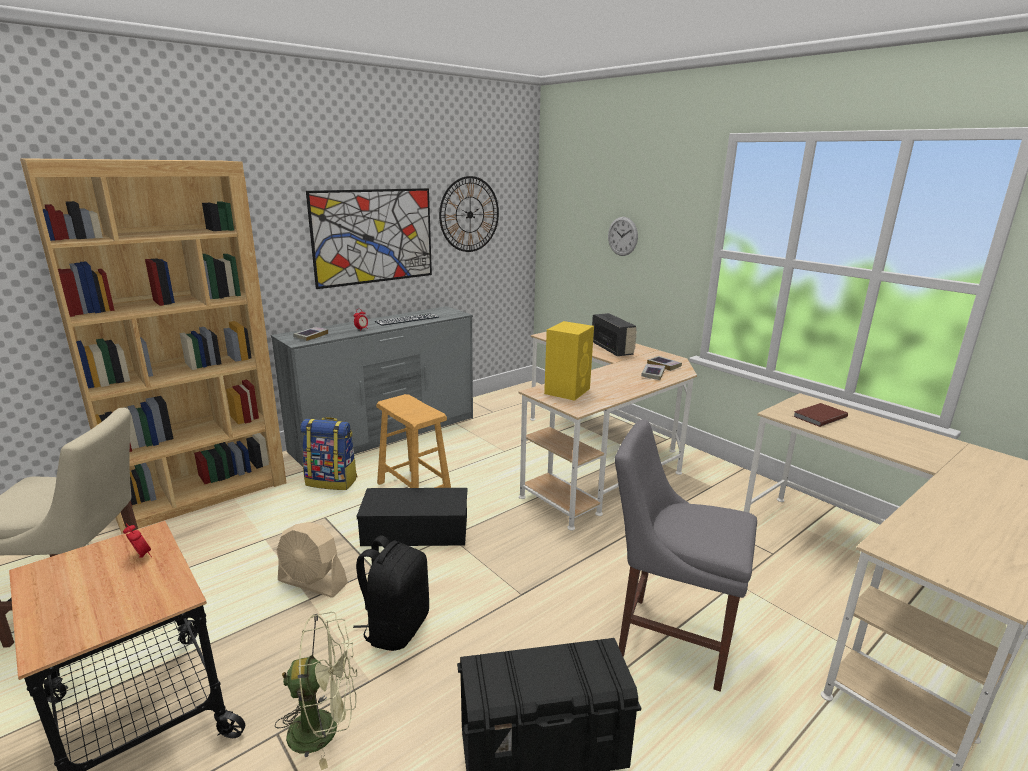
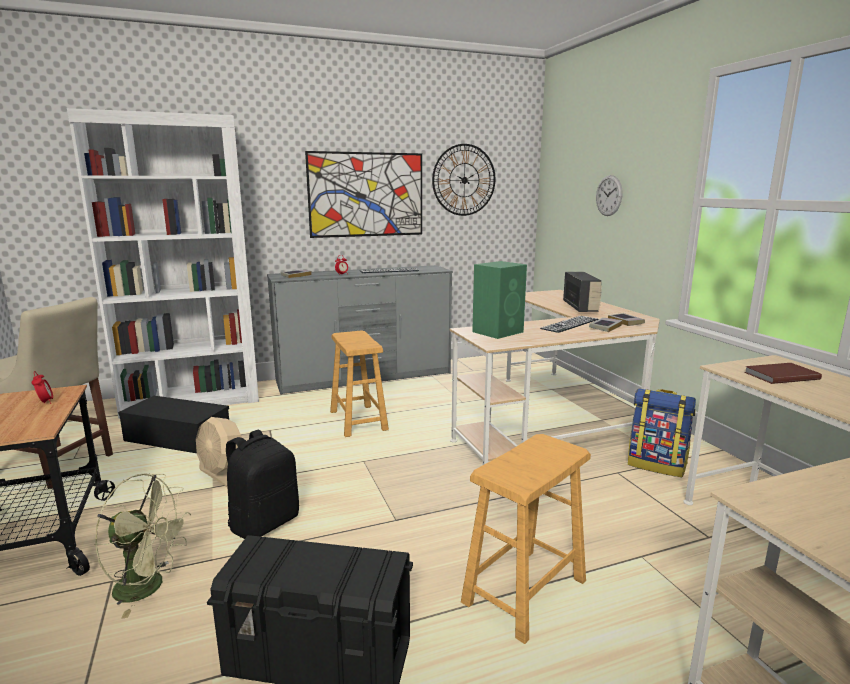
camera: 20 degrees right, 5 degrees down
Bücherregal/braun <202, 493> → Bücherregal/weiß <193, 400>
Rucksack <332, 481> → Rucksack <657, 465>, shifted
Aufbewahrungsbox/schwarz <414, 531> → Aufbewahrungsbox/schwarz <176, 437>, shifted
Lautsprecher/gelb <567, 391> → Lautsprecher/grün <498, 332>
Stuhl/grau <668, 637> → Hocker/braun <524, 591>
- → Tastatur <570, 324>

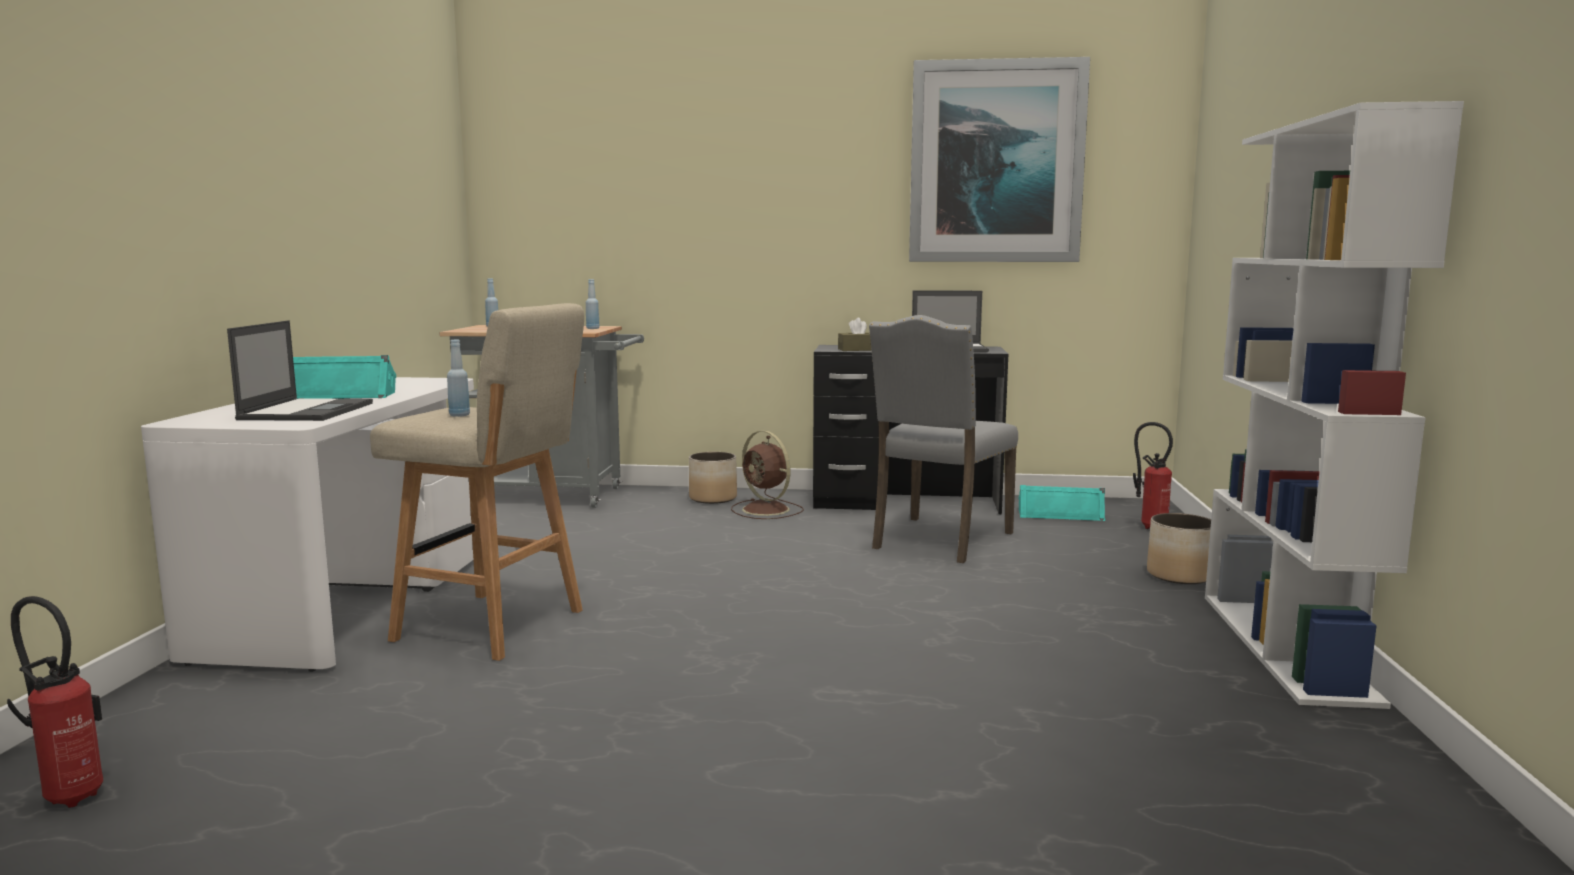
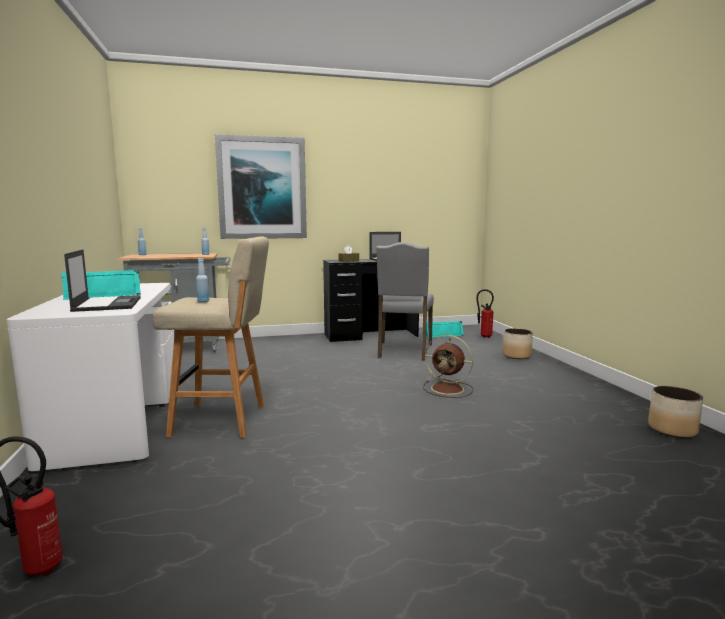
camera: 20 degrees left, 0 degrees up
Pflanzkübel <713, 498> → Pflanzkübel <672, 430>, shifted
Ventilator/braun <767, 510> → Ventilator/braun <449, 389>, shifted
Bild <995, 163> → Bild <262, 188>, shifted
Bücherregal/weiß <1287, 646> → -

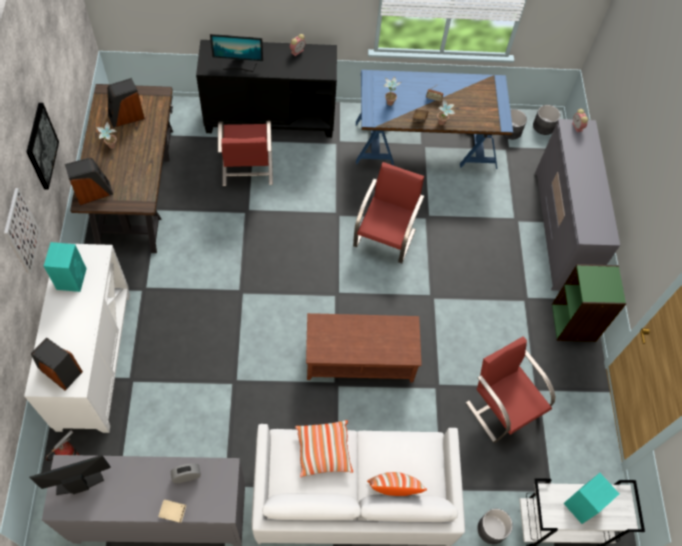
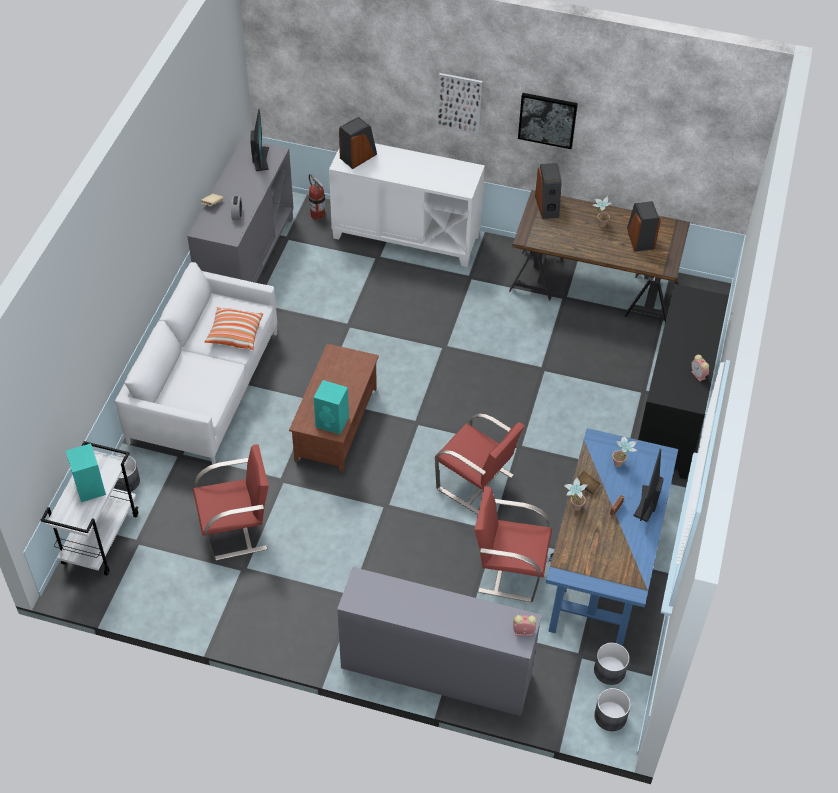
camera: 110 degrees right, 10 degrees down
Lautsprecher/türkis <71, 278> → Lautsprecher/türkis <333, 422>, shifted
Monitor <238, 65> → Monitor <647, 503>, shifted
Stuhl/rot <247, 169> → Stuhl/rot <509, 569>, shifted
Kissen <393, 489> → -
Bücherregal/grün <574, 322> → -

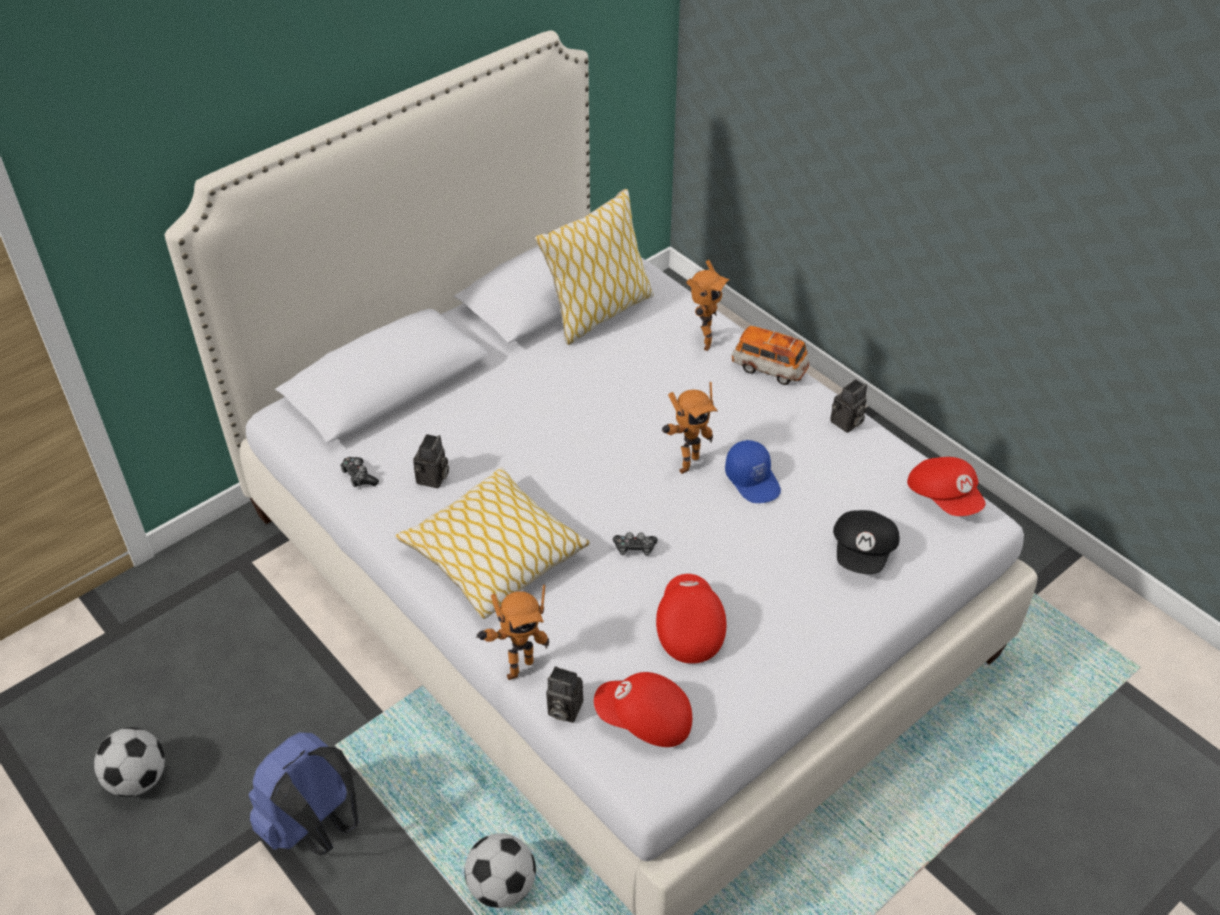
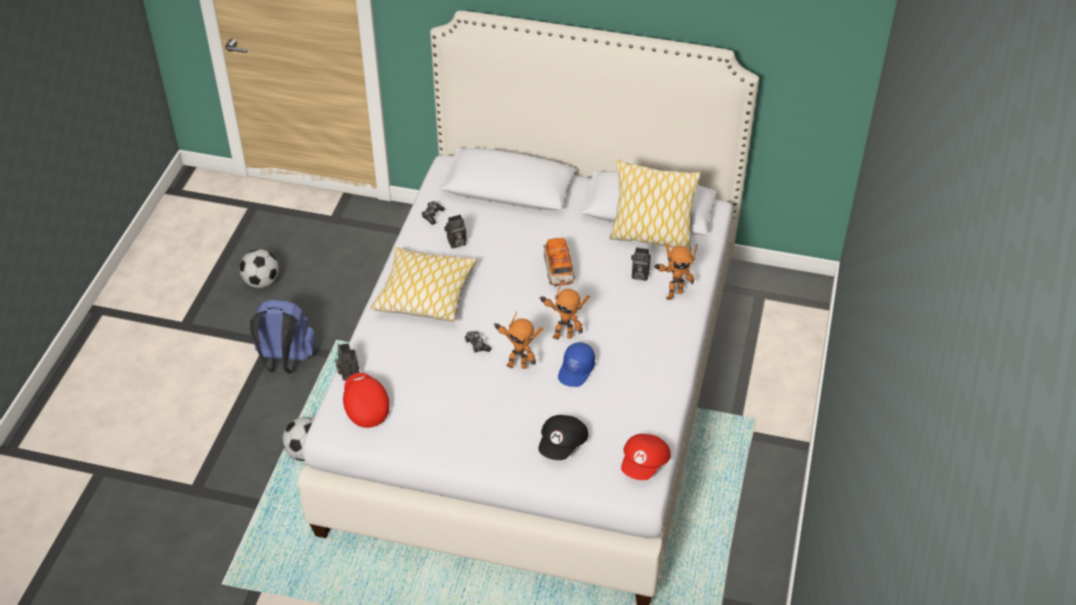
camera: 55 degrees right, 0 degrees up
Spielzeugroboter <517, 667> → Spielzeugroboter <517, 364>, shifted
Kappe/rot <688, 627> → -
Spielzeugauto <769, 368> → Spielzeugauto <558, 271>, shifted
Kamera <846, 423> → Kamera <639, 275>, shifted
Kappe/schwarz <863, 552> → Kappe/schwarz <563, 445>, 45 degrees counterclockwise

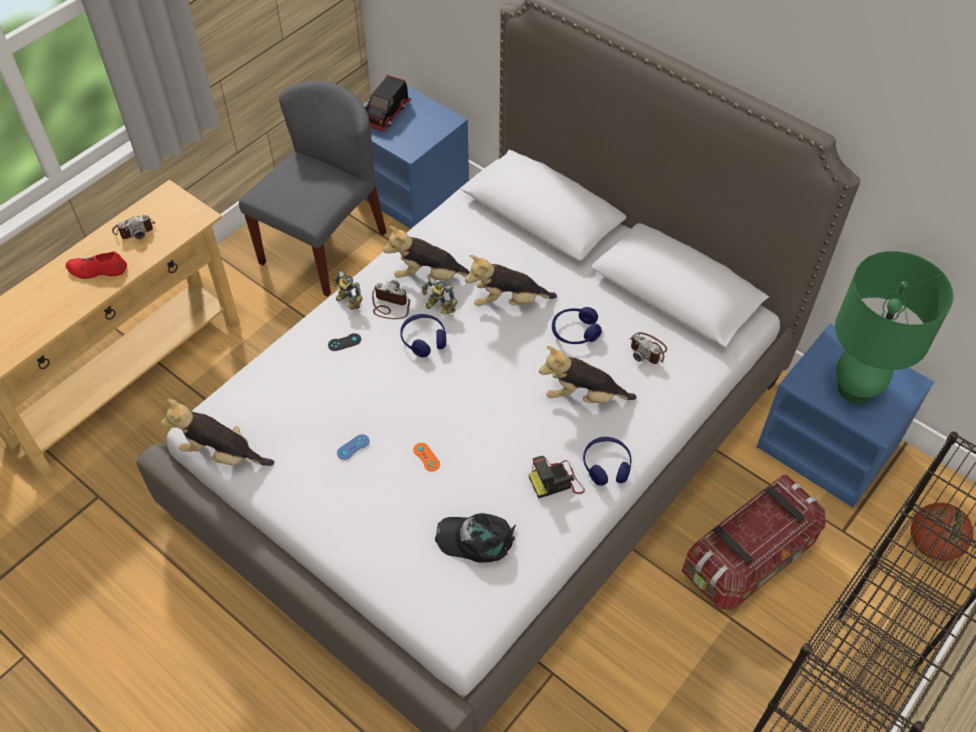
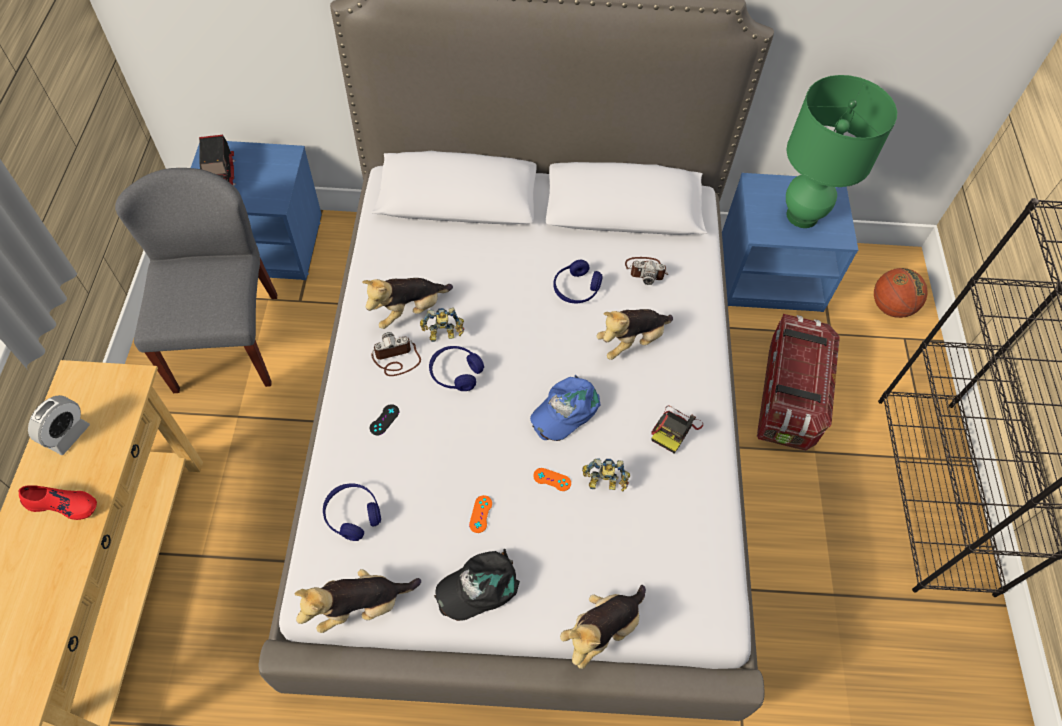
camera: 40 degrees left, 5 degrees up
Schuh/rot <97, 270> → Schuh/rot <63, 504>, 135 degrees counterclockwise
Kamera <134, 229> → Wecker <67, 435>
Spielzeugroboter <347, 302> → Spielzeugroboter <603, 484>, shifted
Gamepad/blau <353, 447> → Gamepad/orange <480, 514>
Kappe/schwarz <476, 539> → Kappe/schwarz <479, 586>, shifted
Plüschtier <508, 301> → Plüschtier <601, 630>, shifted
Kopfhörer/blau <606, 465> → Kopfhörer/blau <353, 514>, shifted
- → Kappe/blau <565, 410>

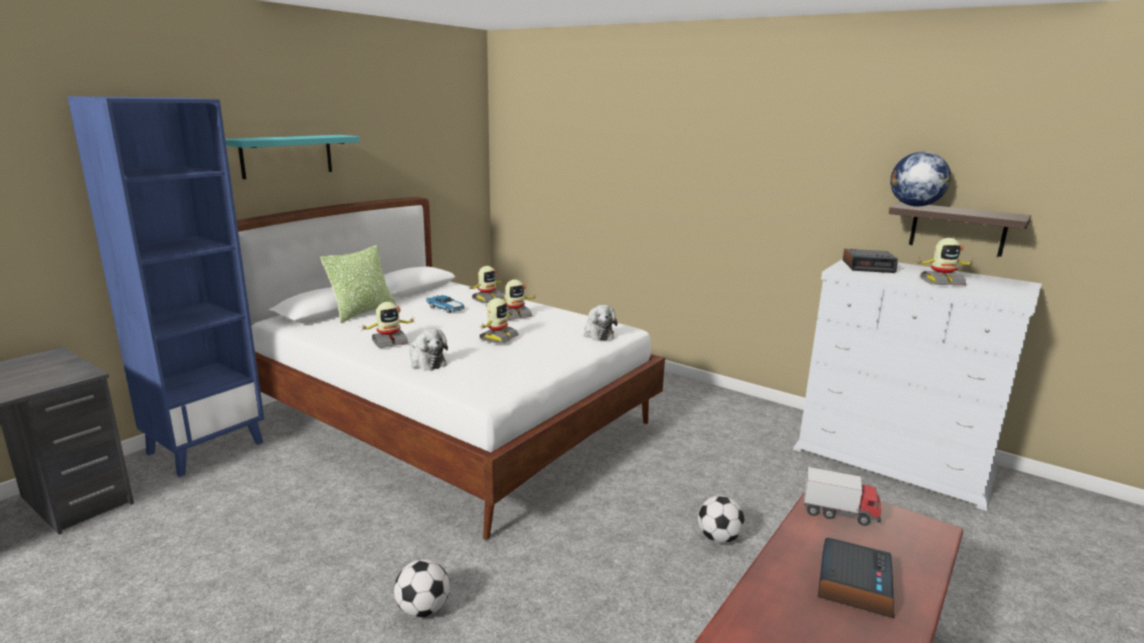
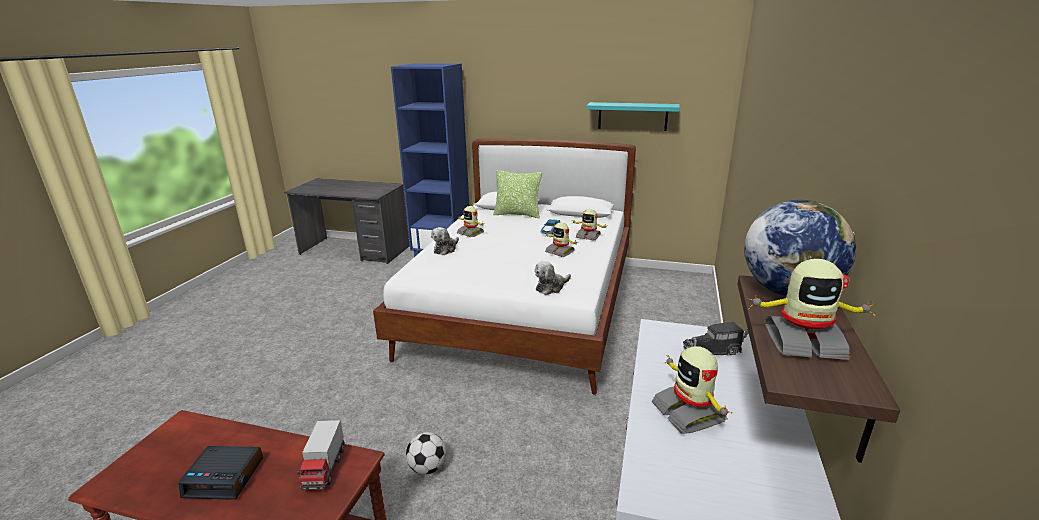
camera: 70 degrees right, 5 degrees up
Wandregal/türkis <287, 156> → Wandregal/türkis <632, 116>, shifted
Fußball <423, 609> → -
Spielzeugroboter <498, 337> → Spielzeugroboter <802, 341>, shifted
Wecker <868, 267> → Spielzeuglaster <714, 350>

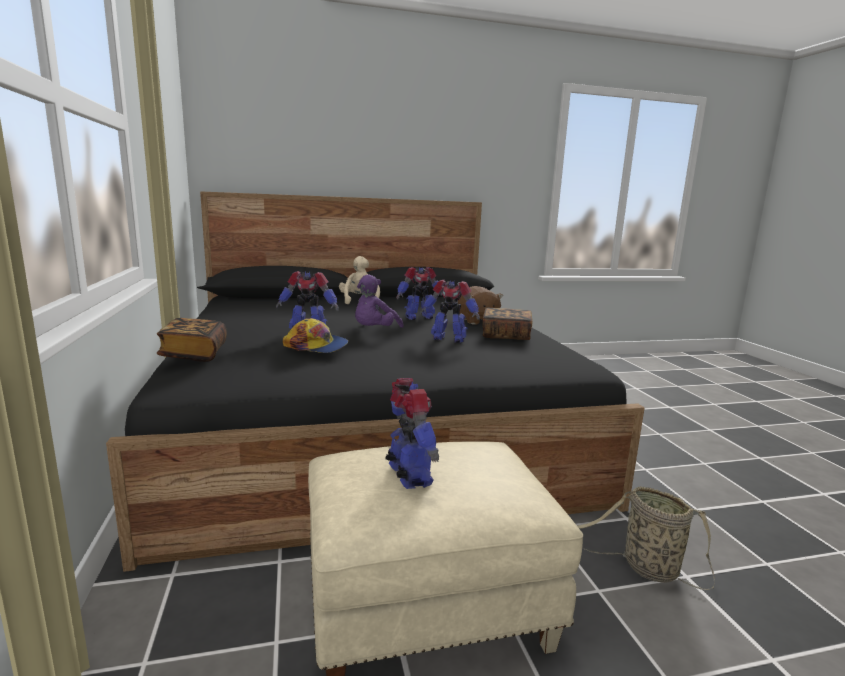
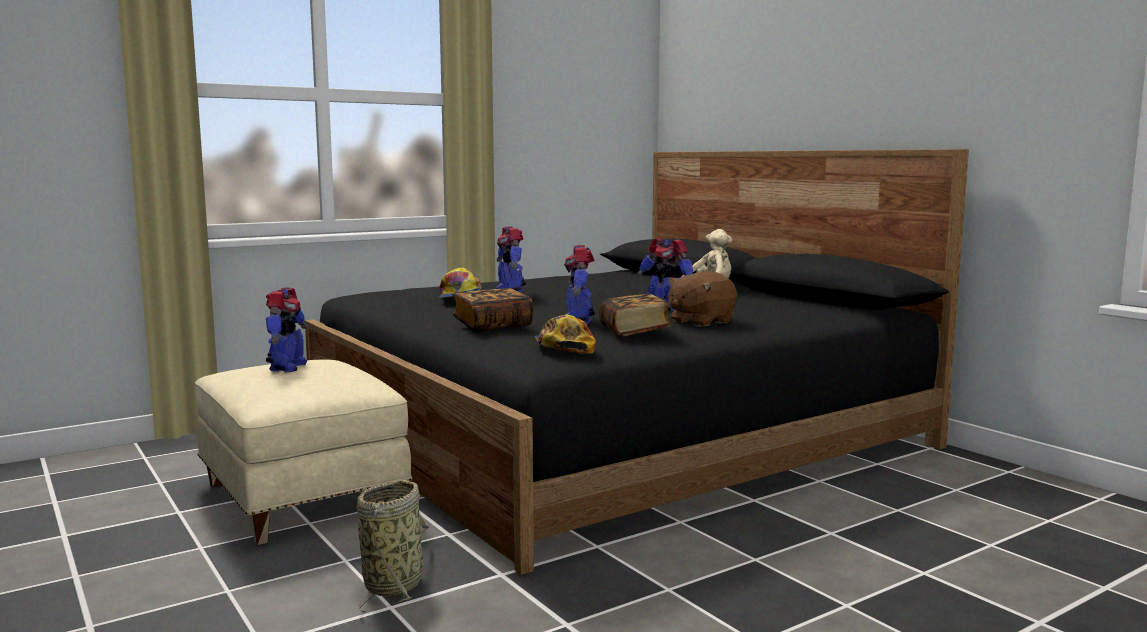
camera: 70 degrees right, 5 degrees down
Buch <194, 354> → Buch <492, 326>, shifted
Plüschtier/lila <374, 331> → -
Spielzeugroboter <408, 476> → Spielzeugroboter <286, 367>, 45 degrees counterclockwise
- → Kappe <564, 348>

